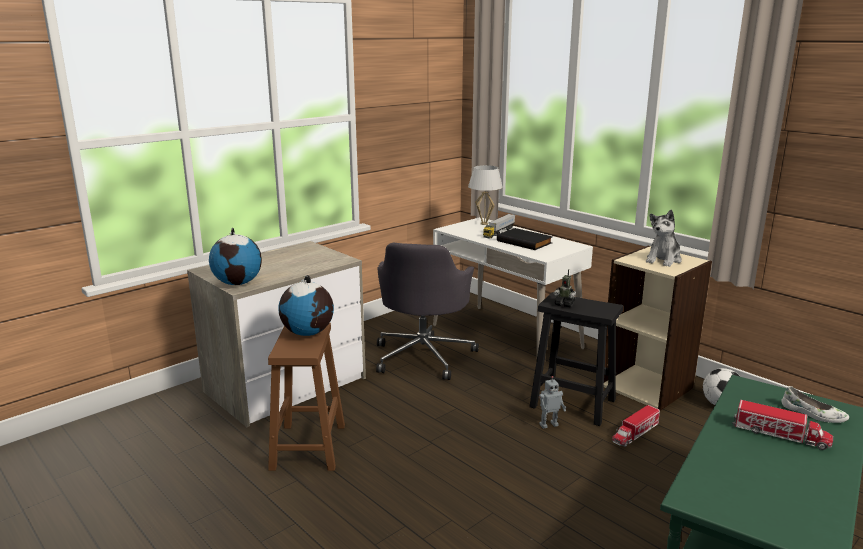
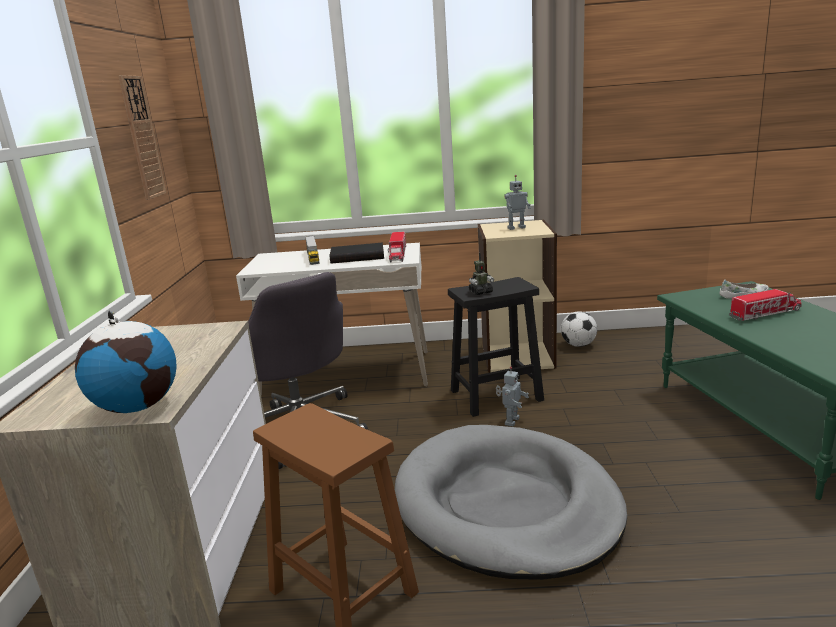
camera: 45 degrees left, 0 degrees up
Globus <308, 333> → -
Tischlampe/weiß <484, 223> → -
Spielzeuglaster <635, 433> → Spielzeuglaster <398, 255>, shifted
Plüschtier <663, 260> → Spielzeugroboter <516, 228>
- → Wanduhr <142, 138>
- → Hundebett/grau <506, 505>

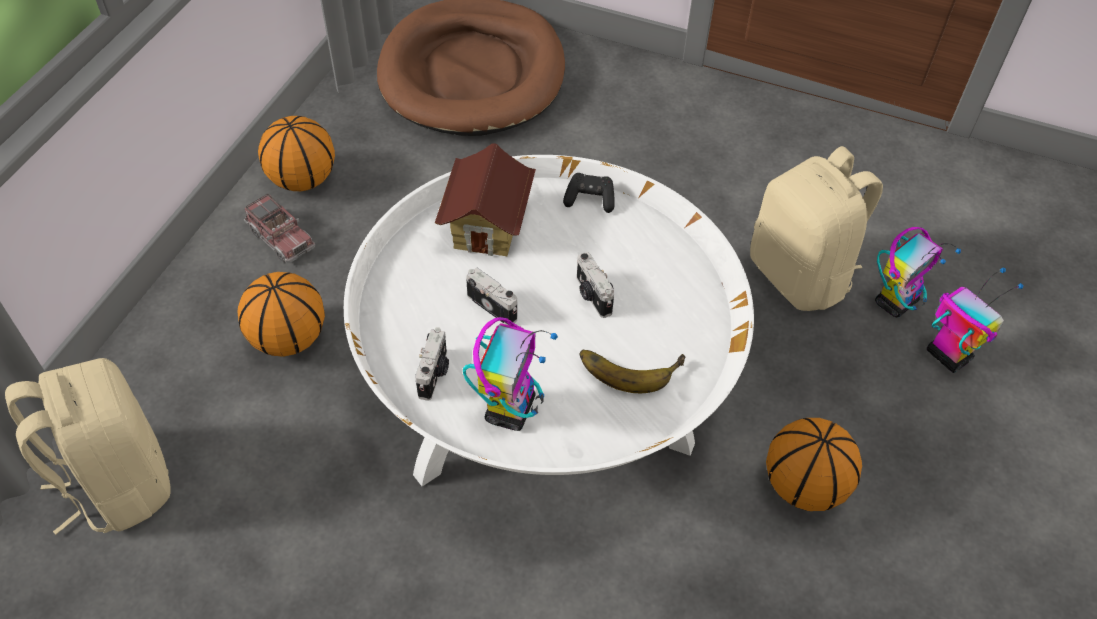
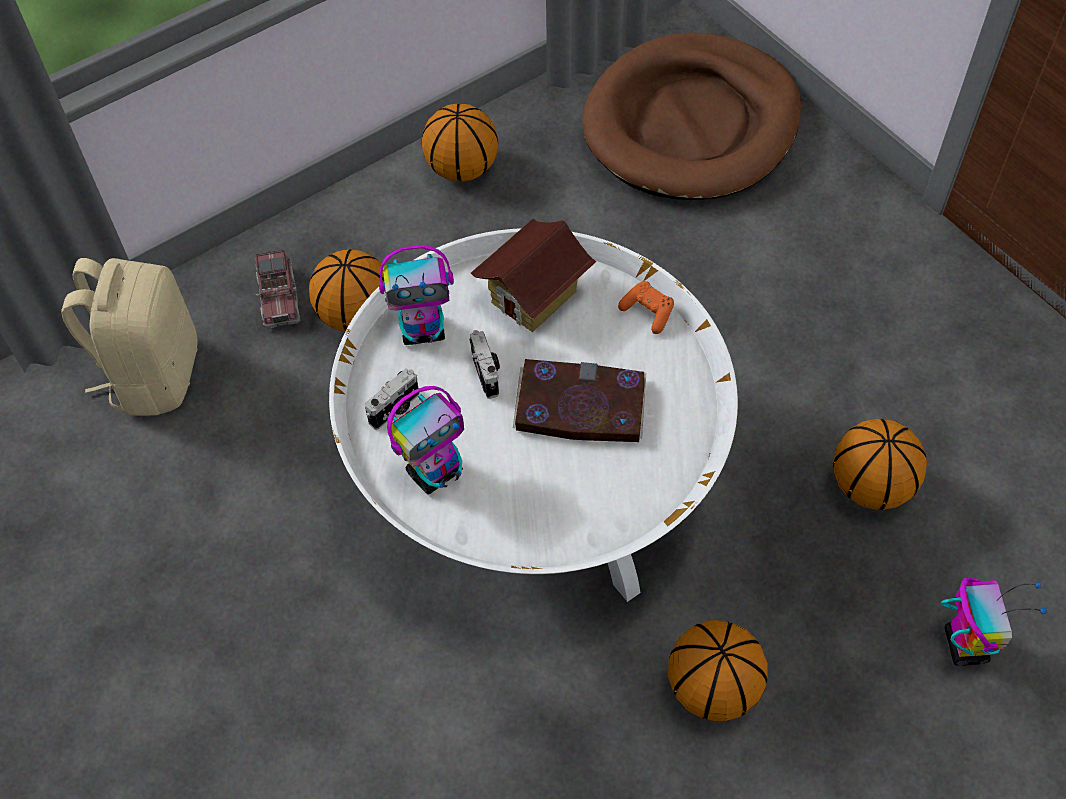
camera: 35 degrees right, 5 degrees up
Spielzeuglaster <281, 238> → Spielzeuglaster <279, 298>, shifted
Gamepad/schwarz <590, 199> → Gamepad/orange <648, 312>
Kamera <592, 296> → Buch <579, 406>
Banane <629, 364> → -
Rucksack/beige <800, 276> → Basketball <871, 487>
Spielzeugroboter <896, 302> → Spielzeugroboter <424, 331>, shifted

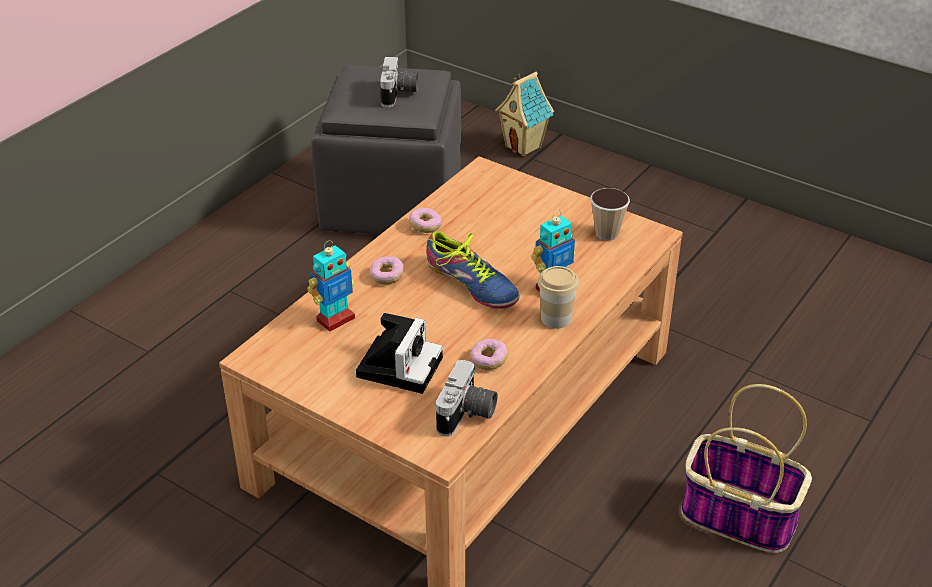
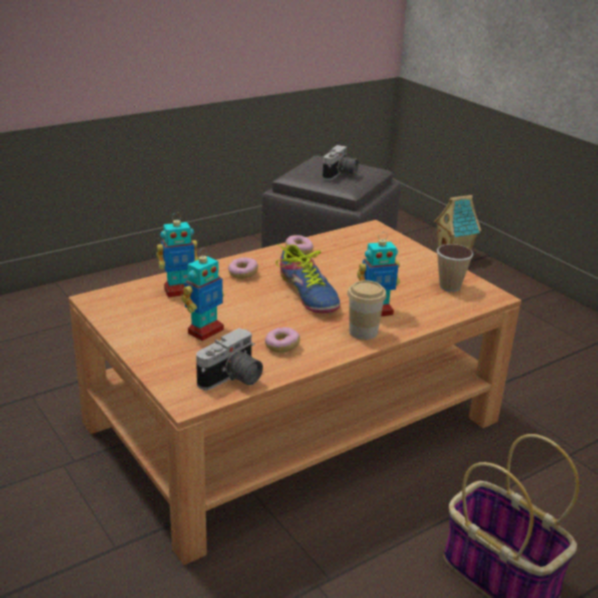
camera: 20 degrees right, 10 degrees down
Kamera <399, 365> → Spielzeugroboter <205, 331>

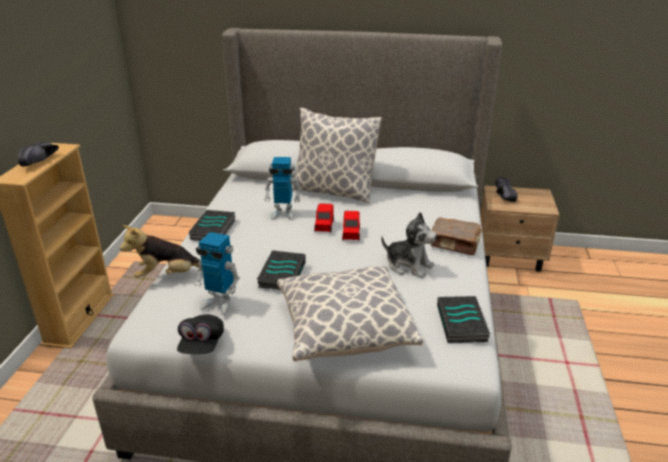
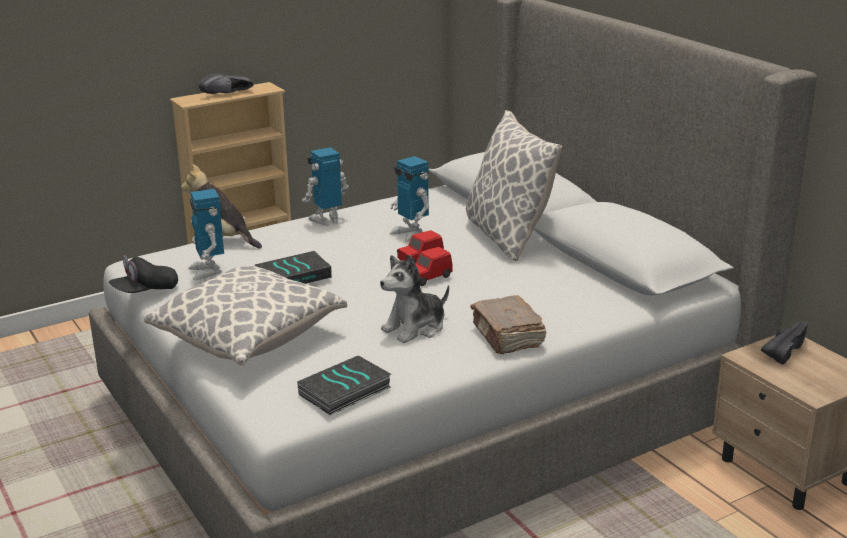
camera: 50 degrees right, 5 degrees down
Buch <214, 230> → Spielzeugroboter <327, 221>
Plüschtier <408, 265> → Plüschtier <415, 328>, 60 degrees clockwise

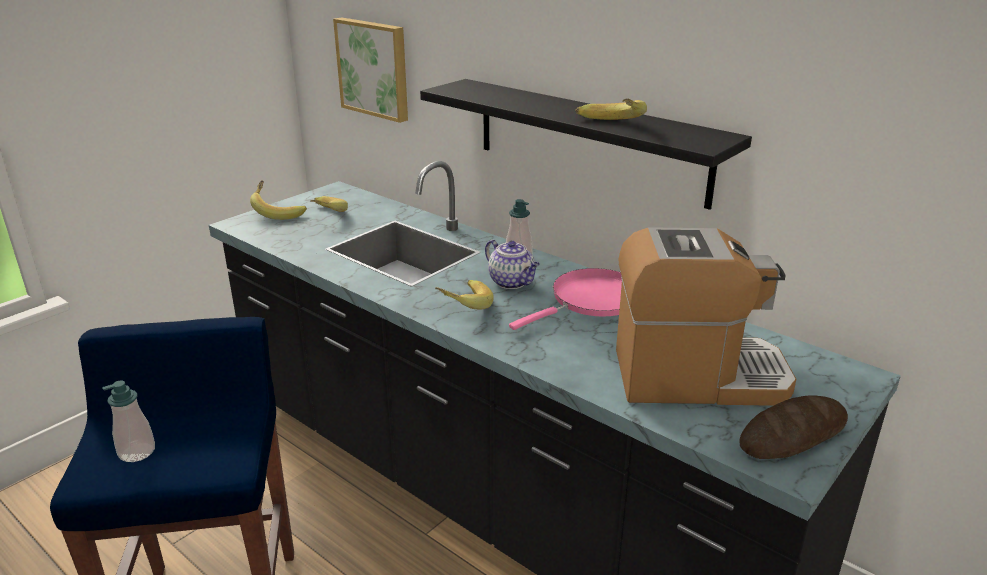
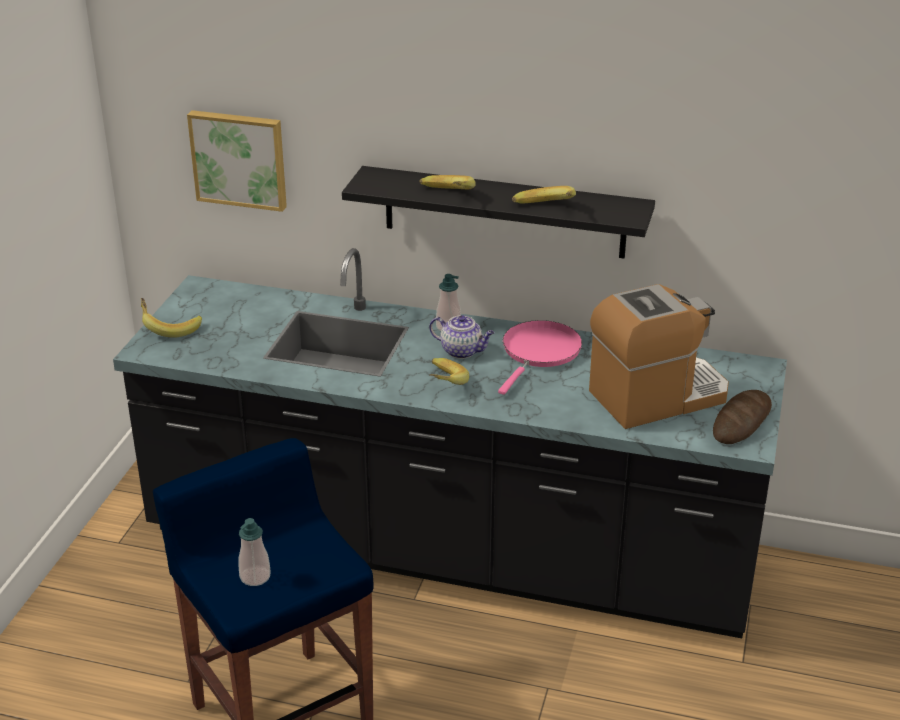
camera: 25 degrees left, 5 degrees up
Banane <323, 215> → Banane <446, 197>, shifted

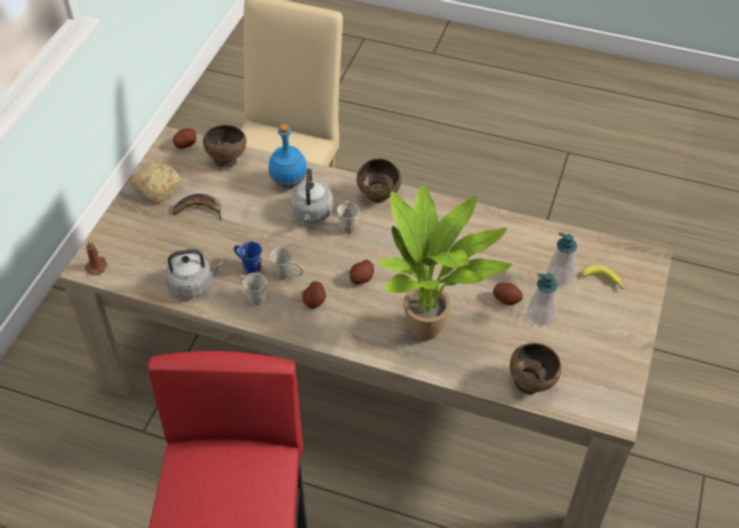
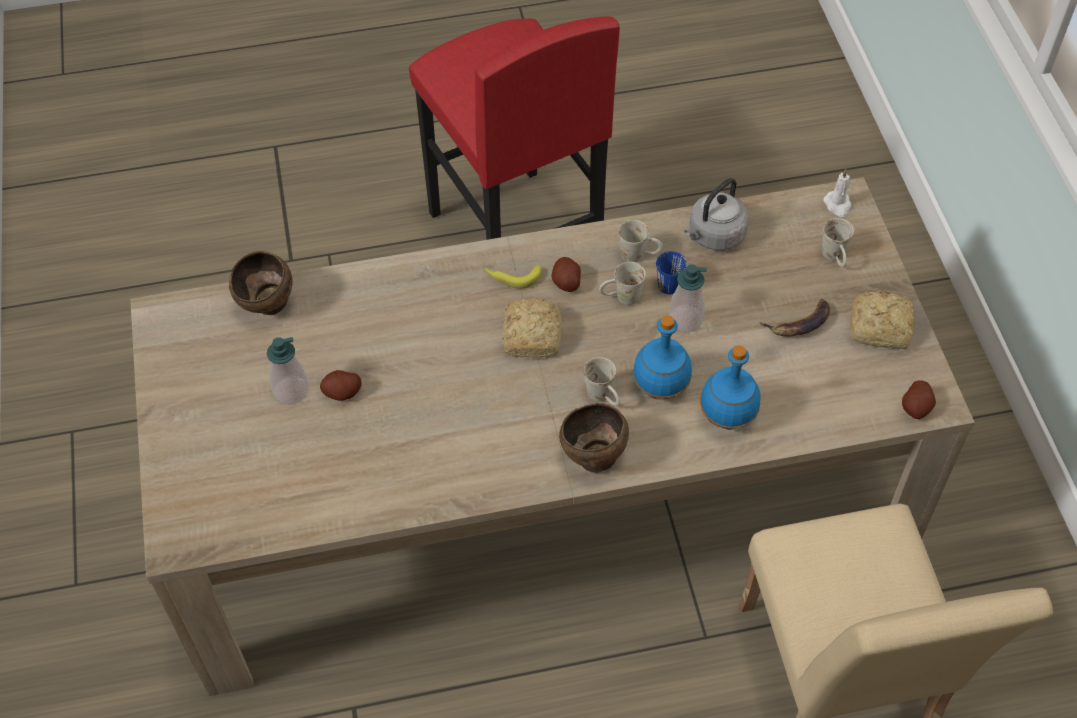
camera: 150 degrees right, 5 degrees up
Kerze/braun <97, 266> → Kerze/weiß <837, 205>
Schüssel/braun <226, 160> → -
Wasserkessel/grau <312, 214> → Flasche/blau <659, 388>
Kartoffel <362, 278> → Brot <533, 334>
Topfpflanze <431, 329> → -
Seifenspender <559, 277> → Seifenspender <685, 319>, shifted
Banane <604, 281> → Banane <511, 277>, shifted
- → Henkelbecher/weiß <835, 258>

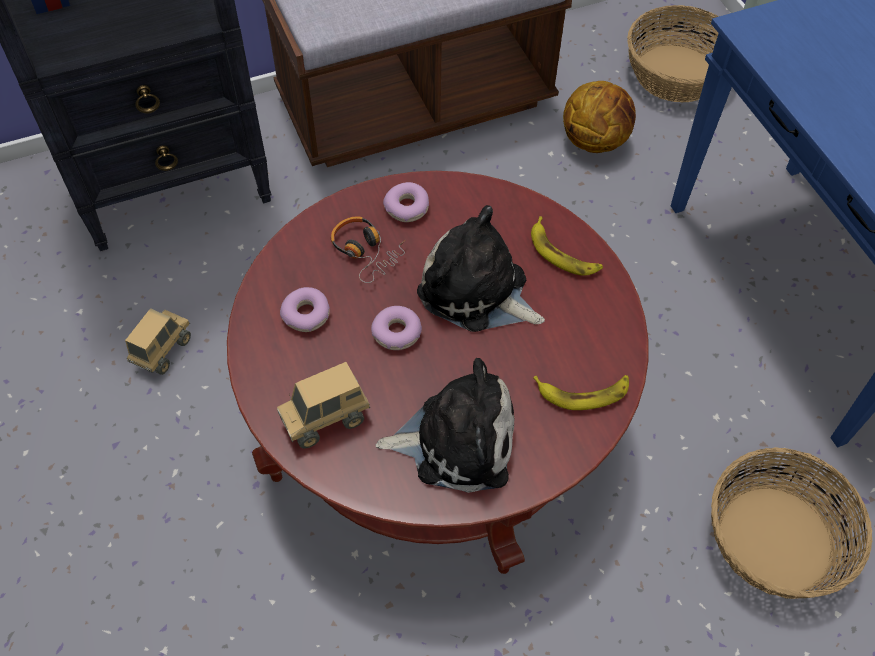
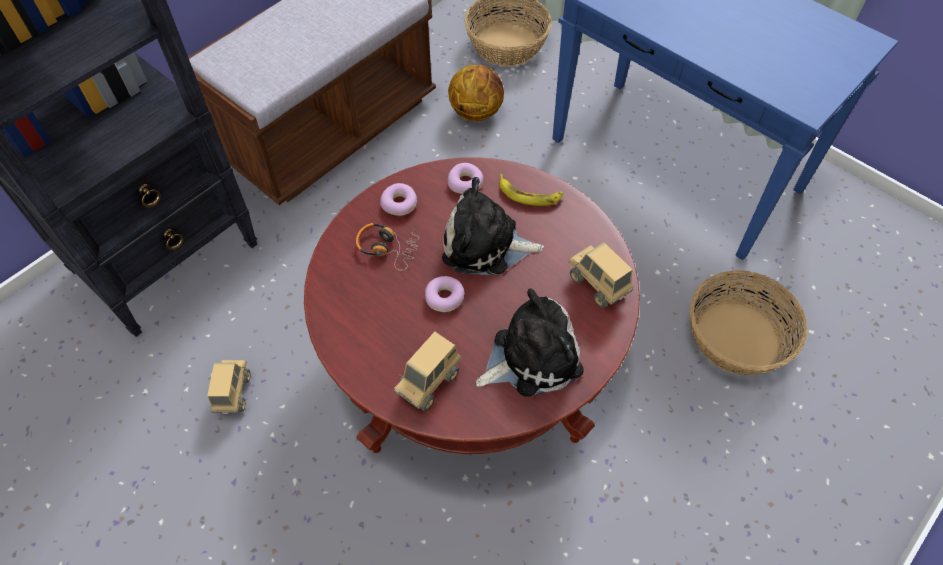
camera: 25 degrees left, 0 degrees up
Donut <306, 314> → Donut <465, 183>, shifted
Banane <583, 392> → Spielzeuglaster <598, 285>

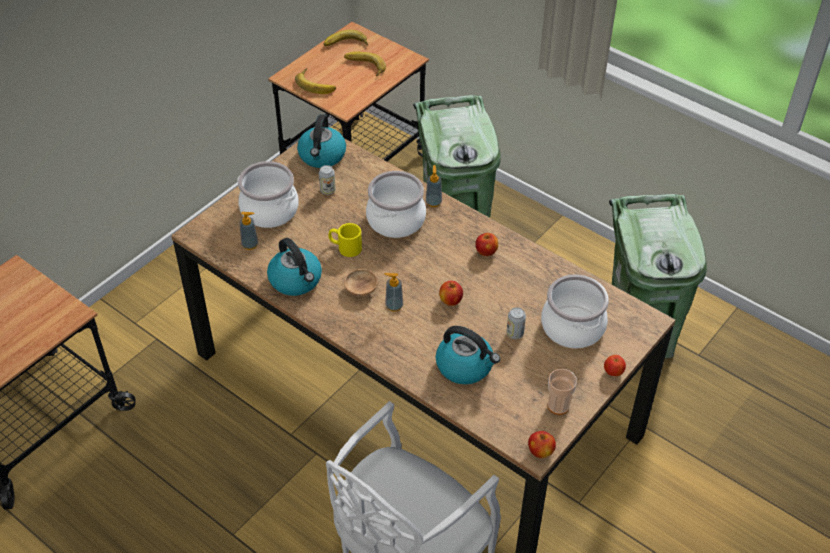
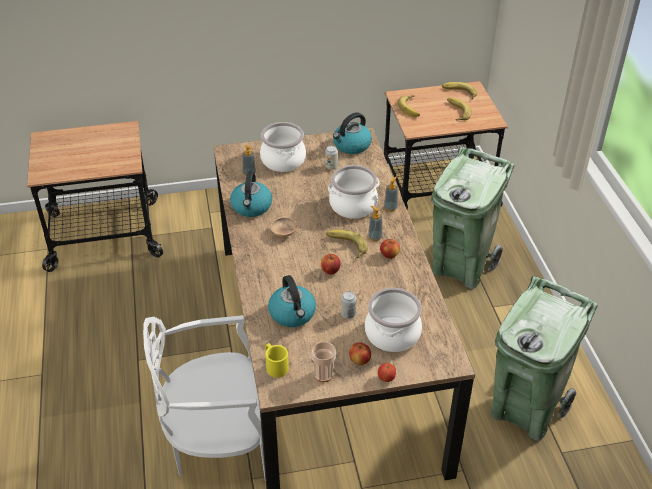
camera: 40 degrees right, 5 degrees down
Henkelbecher/gelb <345, 247> → Henkelbecher/gelb <275, 365>, shifted
Seifenspender <394, 306> → Seifenspender <375, 237>, shifted
Apfel <540, 452> → Apfel <360, 360>, shifted
- → Banane <345, 246>

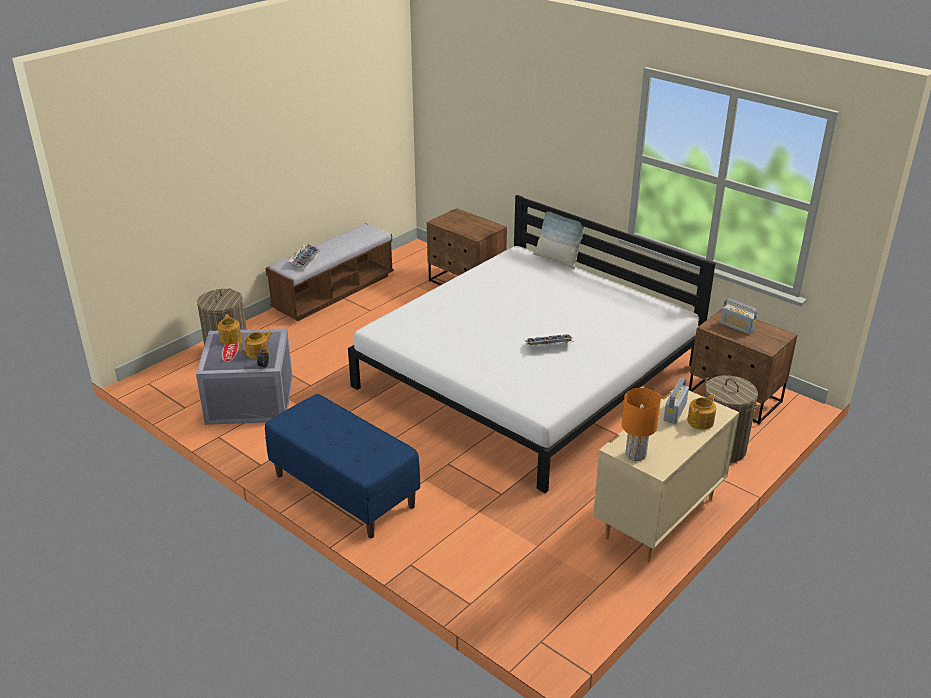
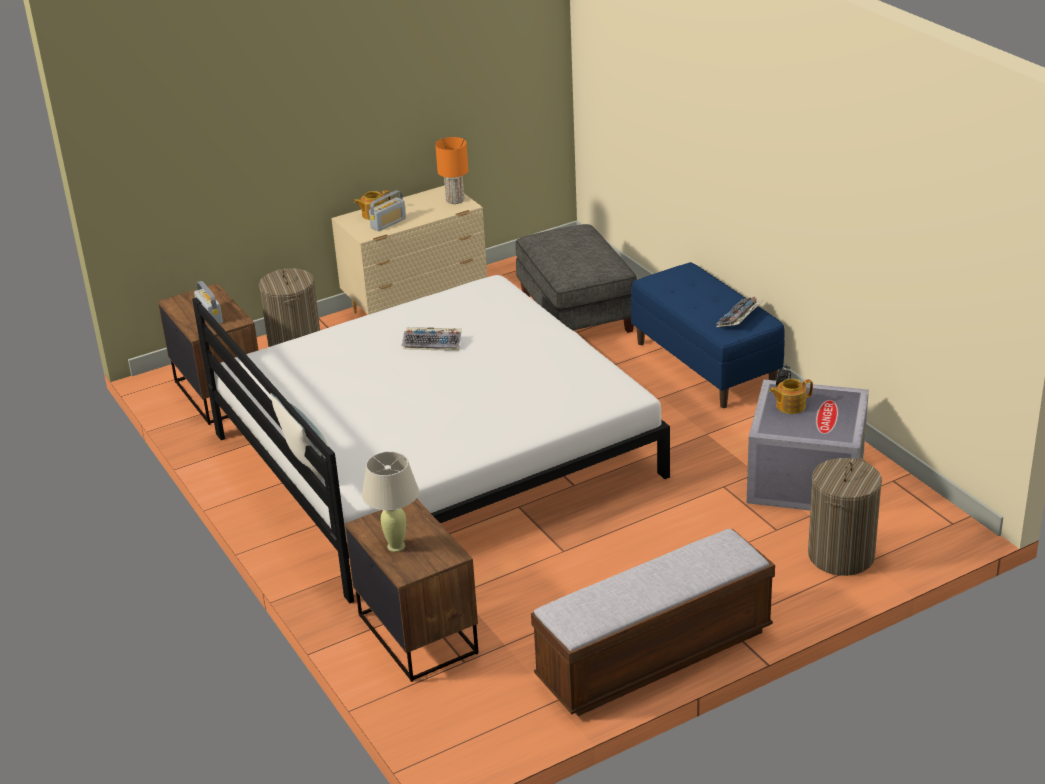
camera: 160 degrees left, 0 degrees up
Teekanne <230, 338> → -
Tastatur <304, 259> → Tastatur <739, 318>, shifted
- → Tischlampe/beige <396, 546>
- → Polsterhocker/grau <575, 312>

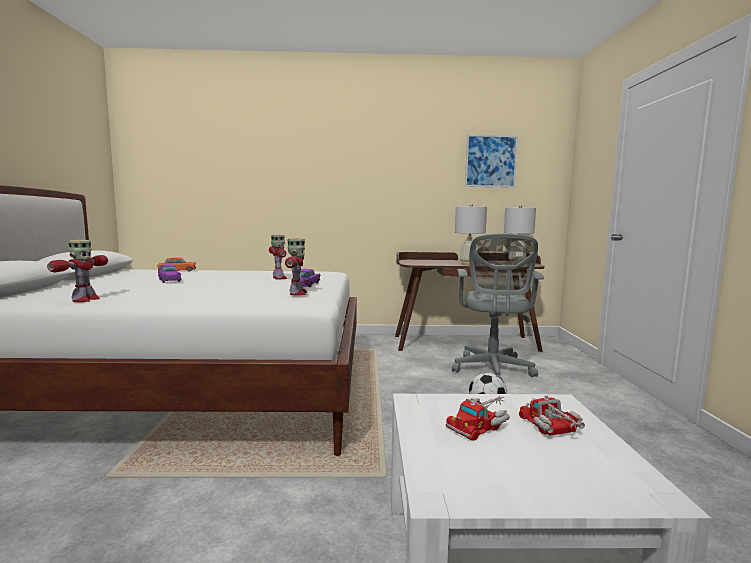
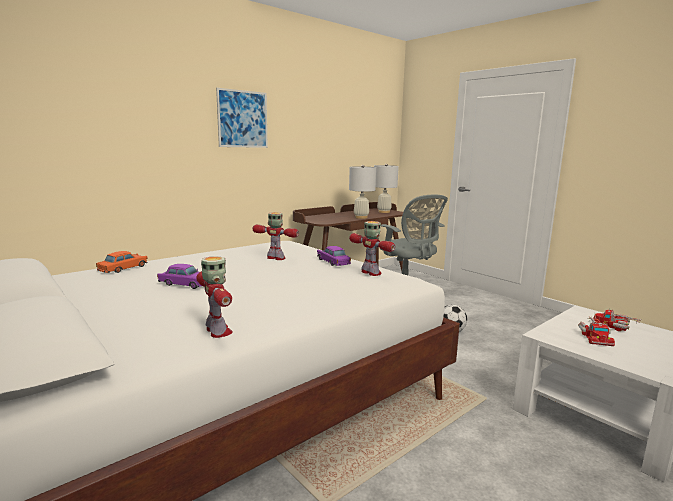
camera: 40 degrees left, 5 degrees up
Bild <490, 161> → Bild <242, 119>, shifted

